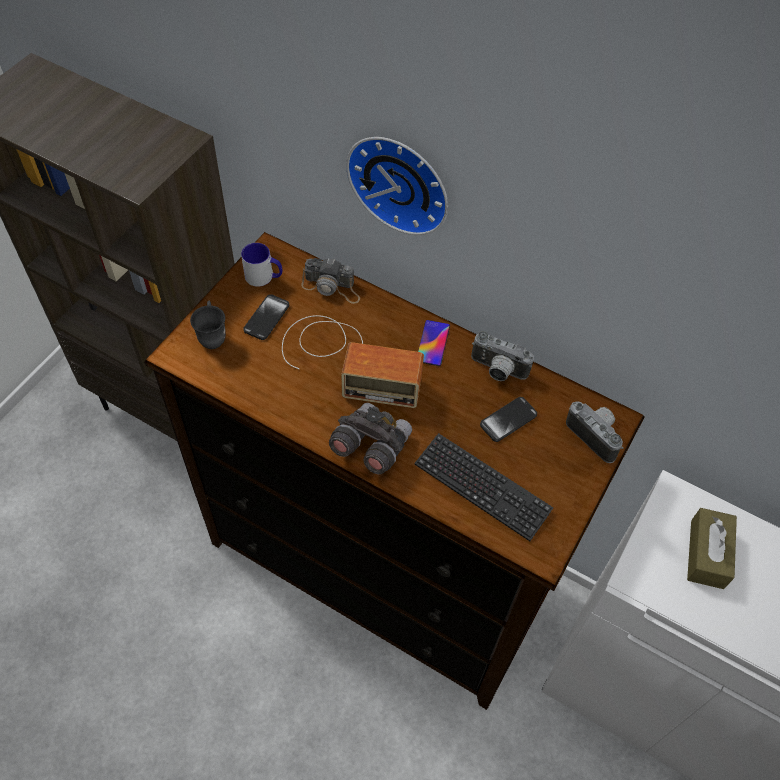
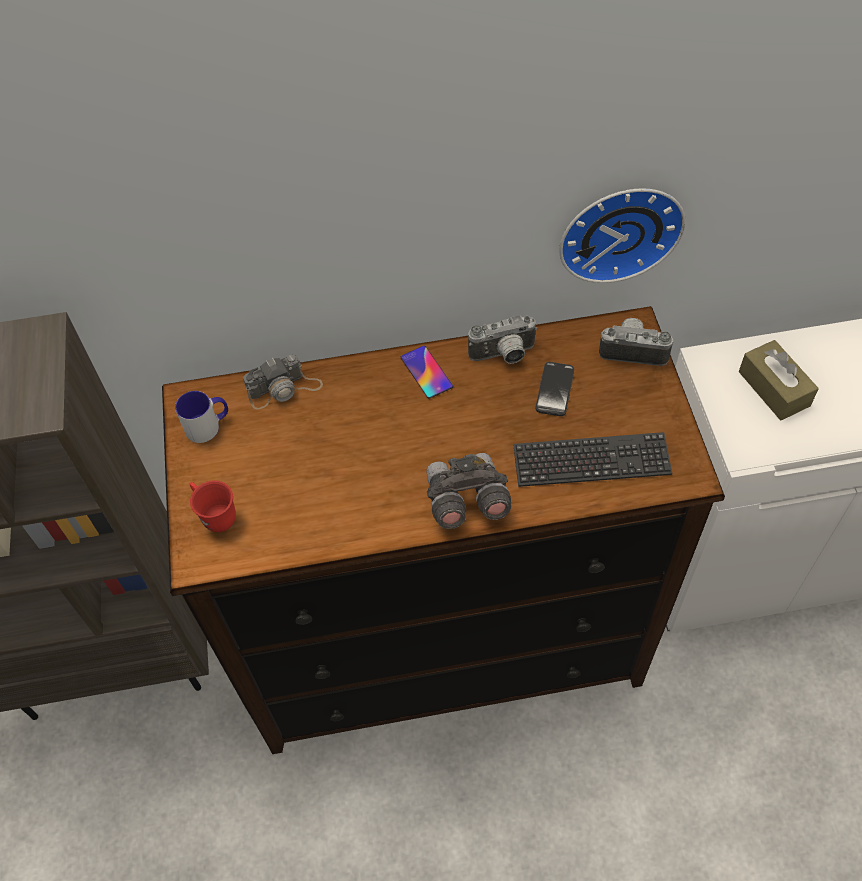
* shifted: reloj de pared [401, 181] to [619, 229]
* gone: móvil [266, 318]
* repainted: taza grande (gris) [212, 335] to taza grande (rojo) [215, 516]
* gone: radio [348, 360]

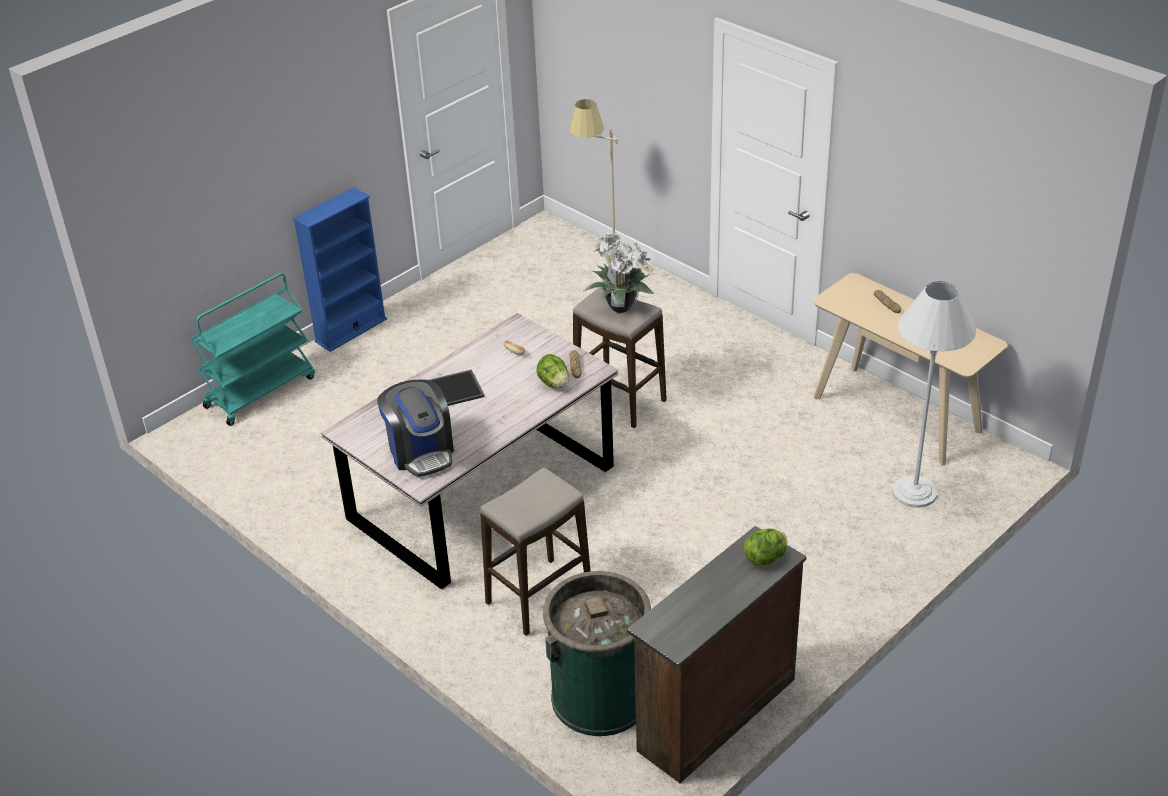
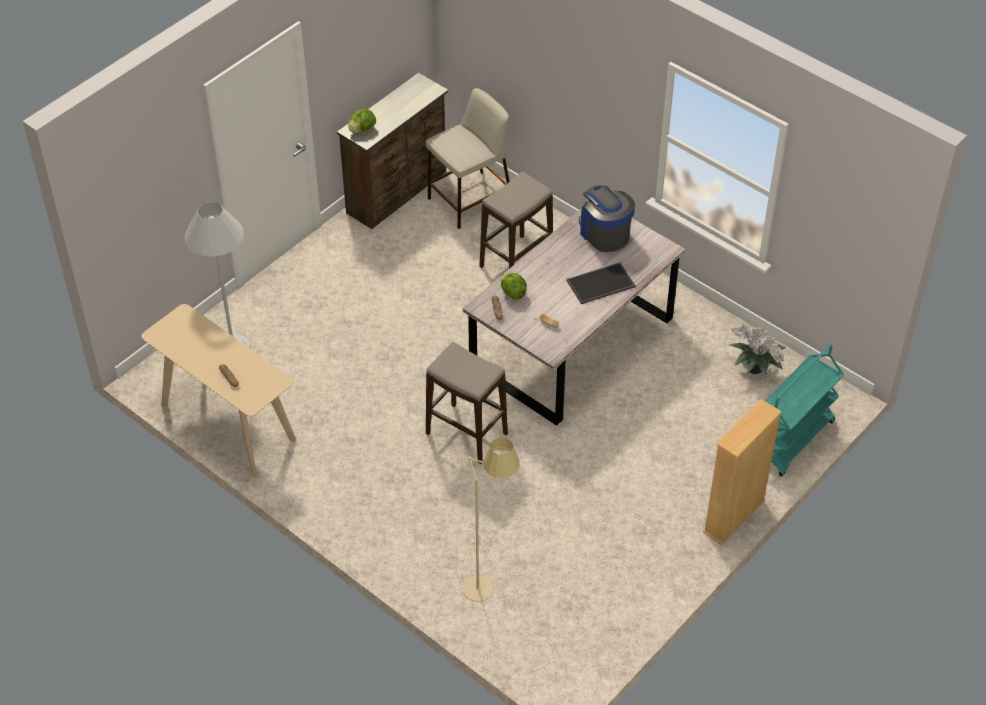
* repainted: estantería (azul) [351, 330] to estantería (beis) [734, 516]
* shifted: planta en maceta [619, 306] to [755, 370]
* swapped: papelera (verde) [600, 696] to taburete (beis) [469, 200]

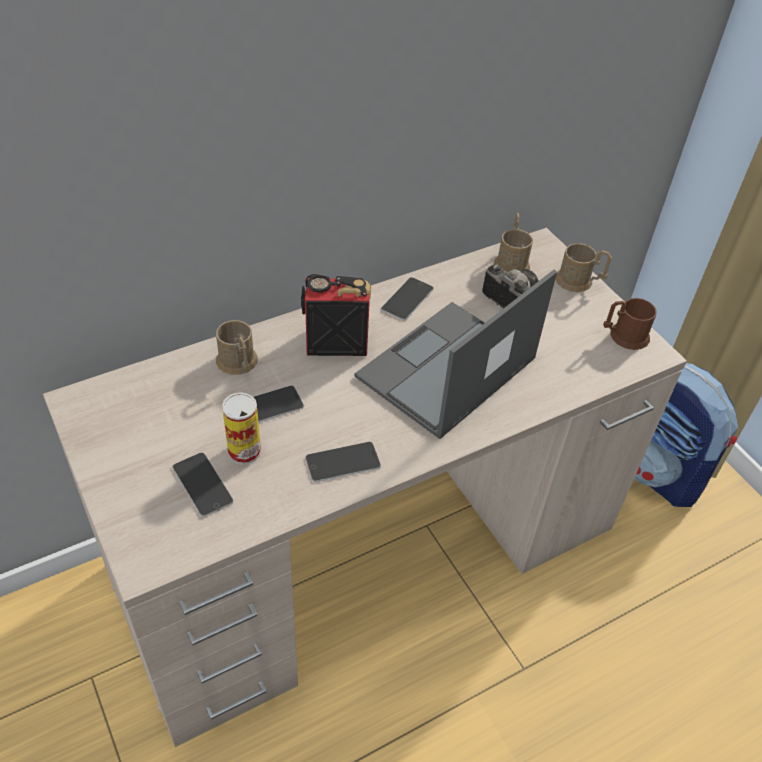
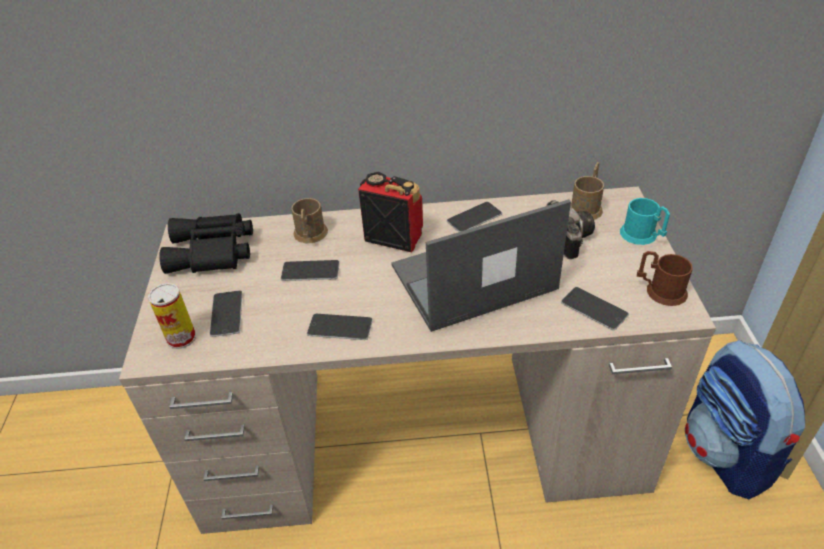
* repainted: taza grande (marrón) [579, 282] to taza grande (turquesa) [642, 236]
* shifted: lata [244, 451] to [181, 338]
* new: prismáticos (negro) [212, 252]
* new: móvil [594, 308]

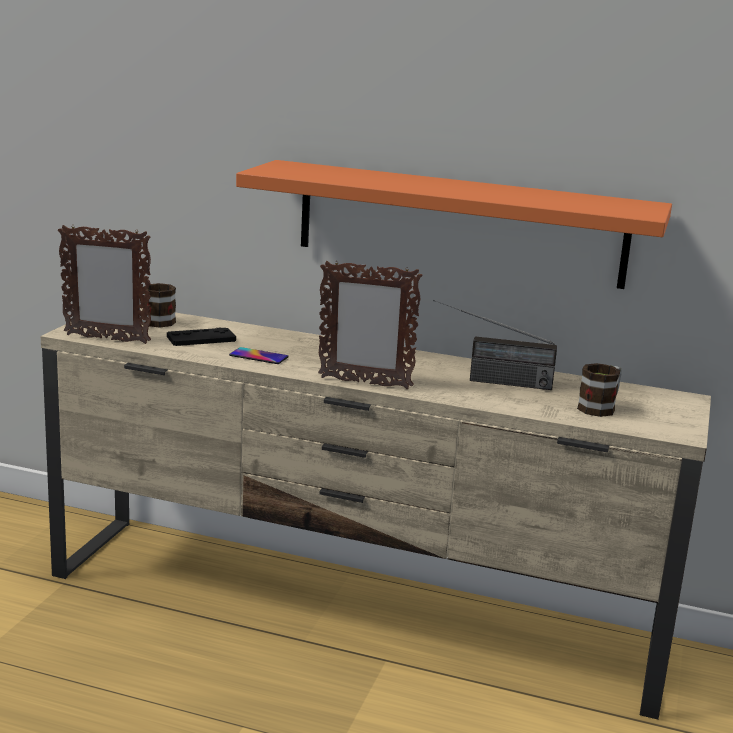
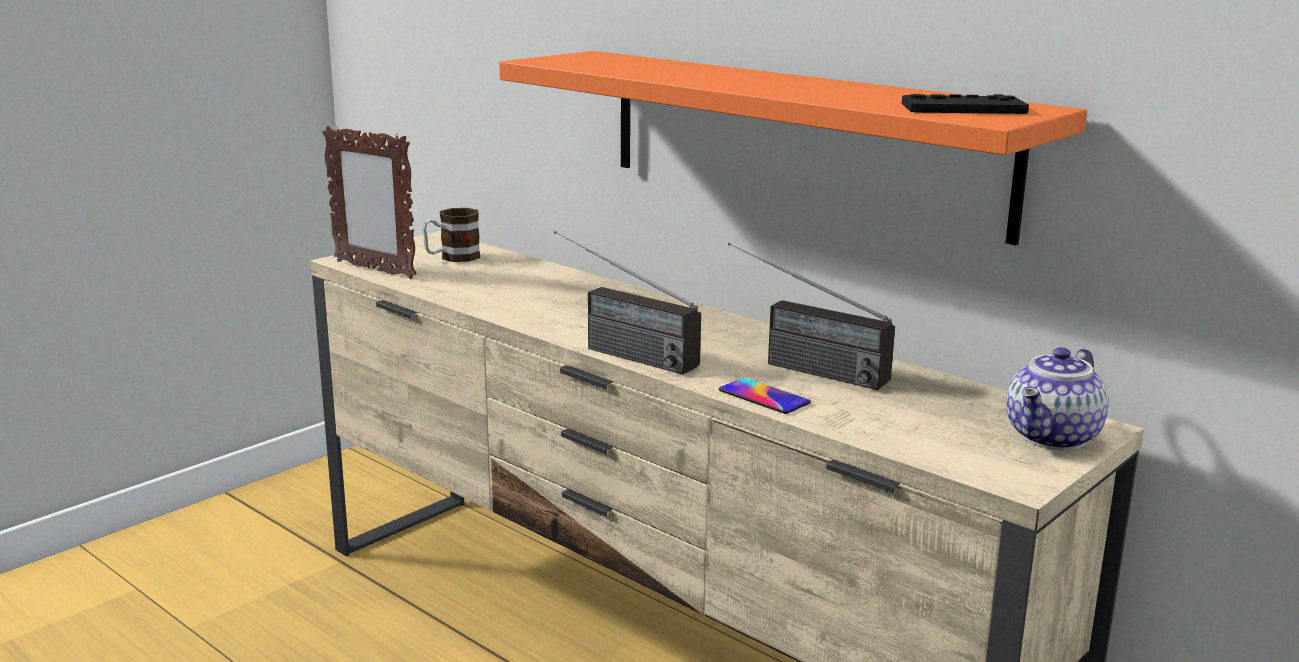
* swapped: portarretratos [364, 383] to radio [615, 351]
* shifted: mando de consola (negro) [201, 338] to [963, 108]
* shifted: móvil [259, 356] to [764, 397]
* gone: taza grande [600, 407]
* new: tetera [1054, 438]

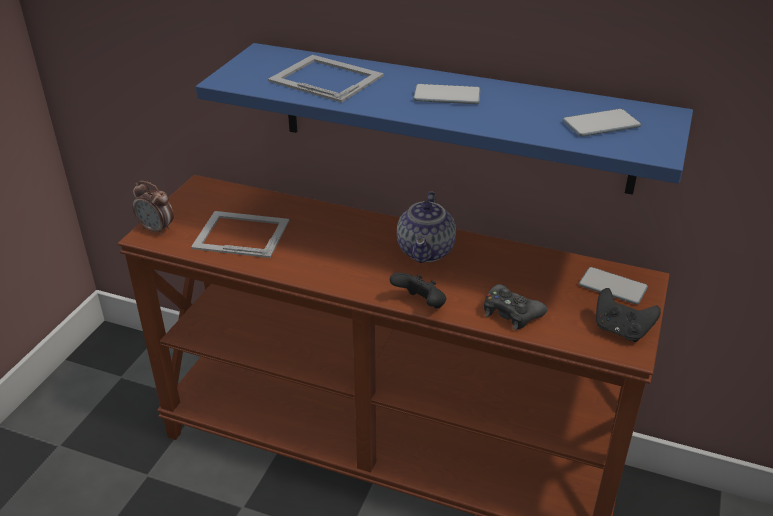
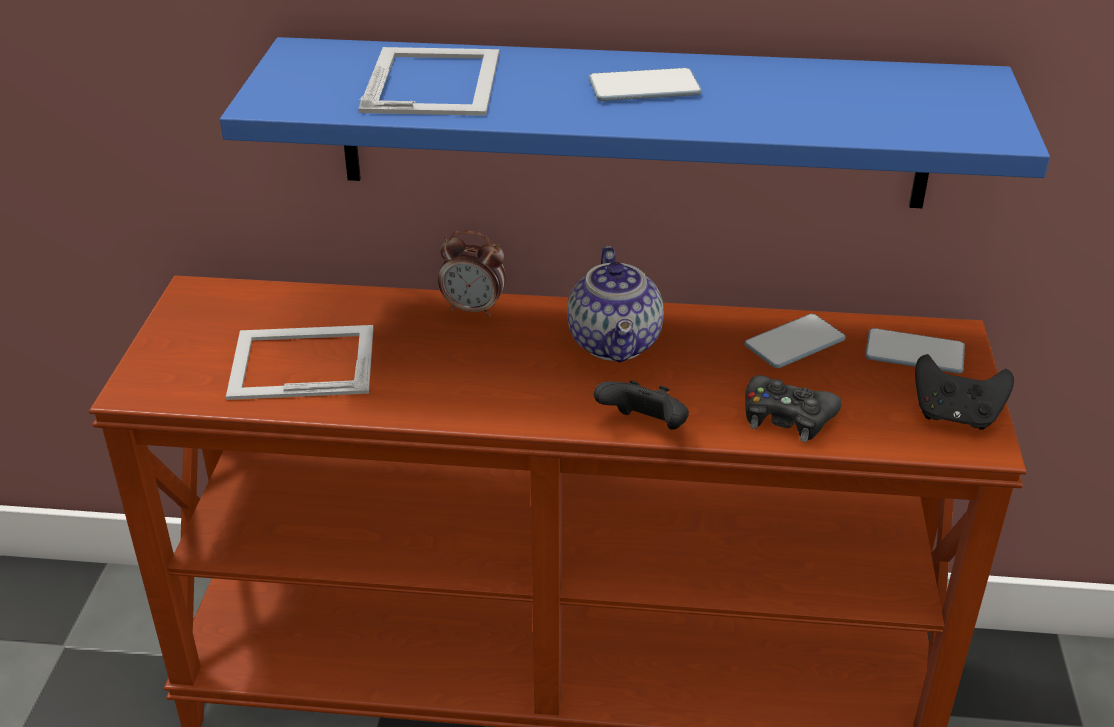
* rotated: portarretratos [325, 78] = [434, 80] 75 degrees clockwise
* shifted: móvil [601, 124] to [794, 343]
* shifted: despertador [157, 229] to [473, 309]

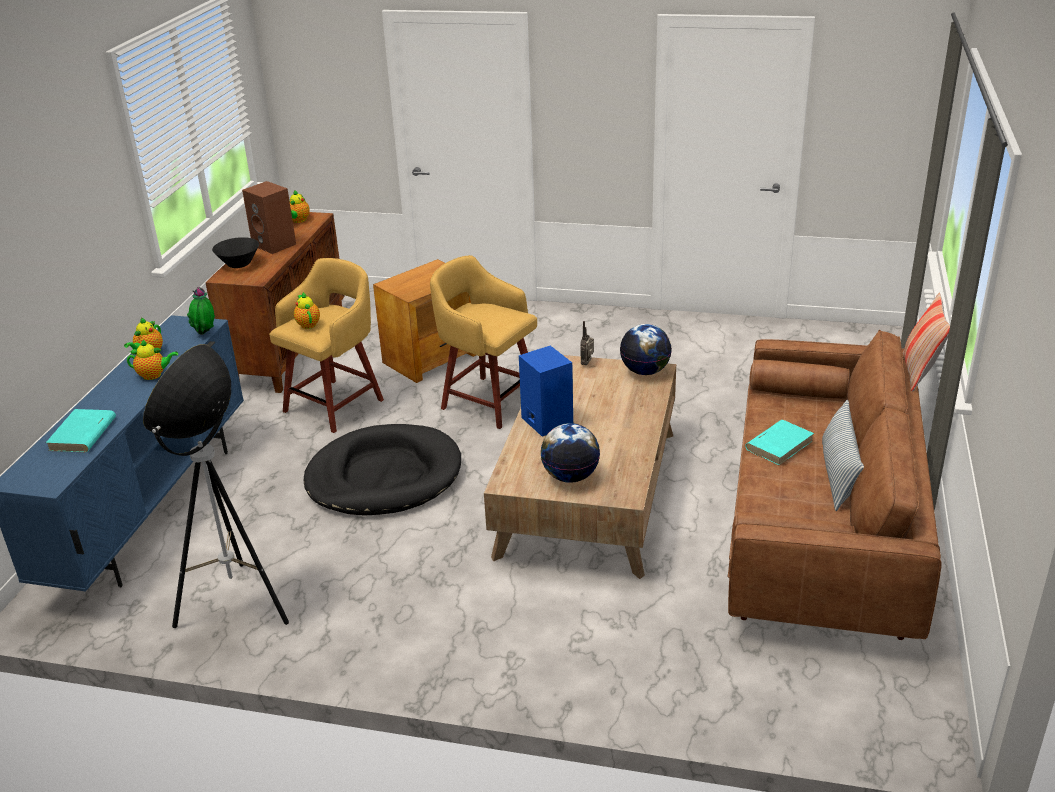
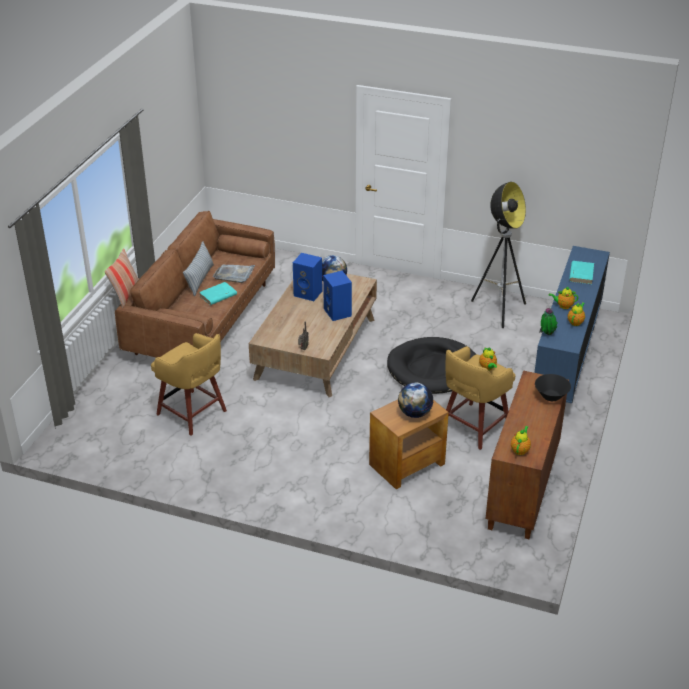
* gone: altavoz (marrón) [275, 245]
* shifted: taburete (amarillo) [488, 401] to [193, 414]
* shifted: globo terráqueo [645, 371] to [414, 413]
* new: altavoz (azul) [309, 293]
* new: bandeja (gris) [234, 274]

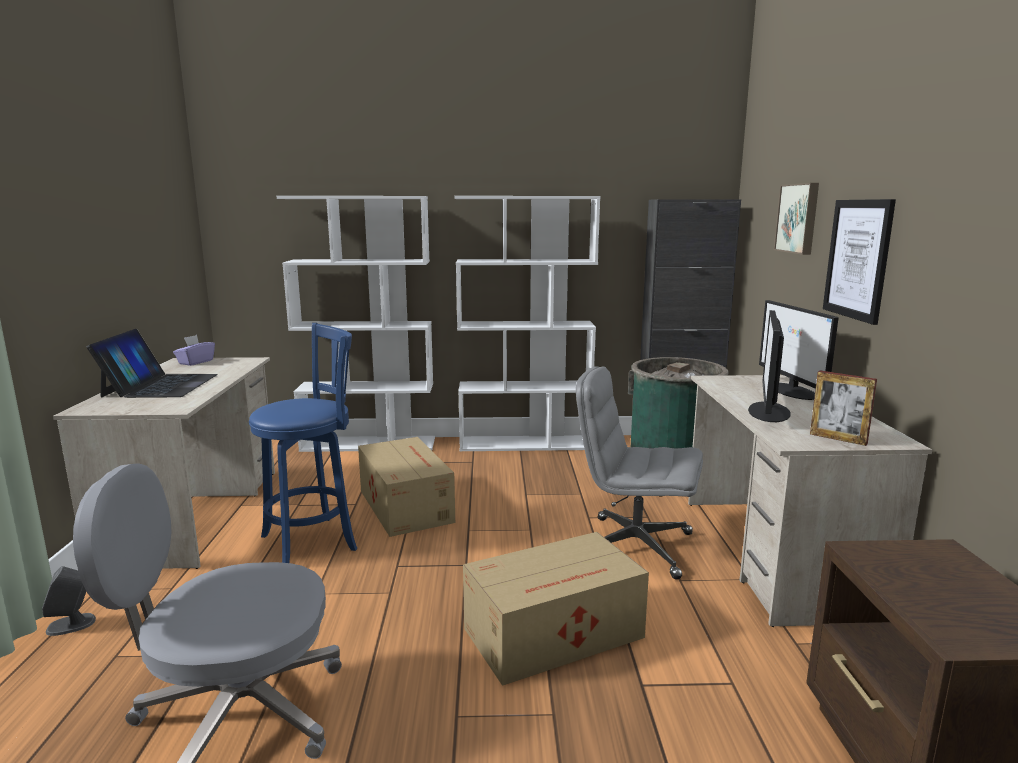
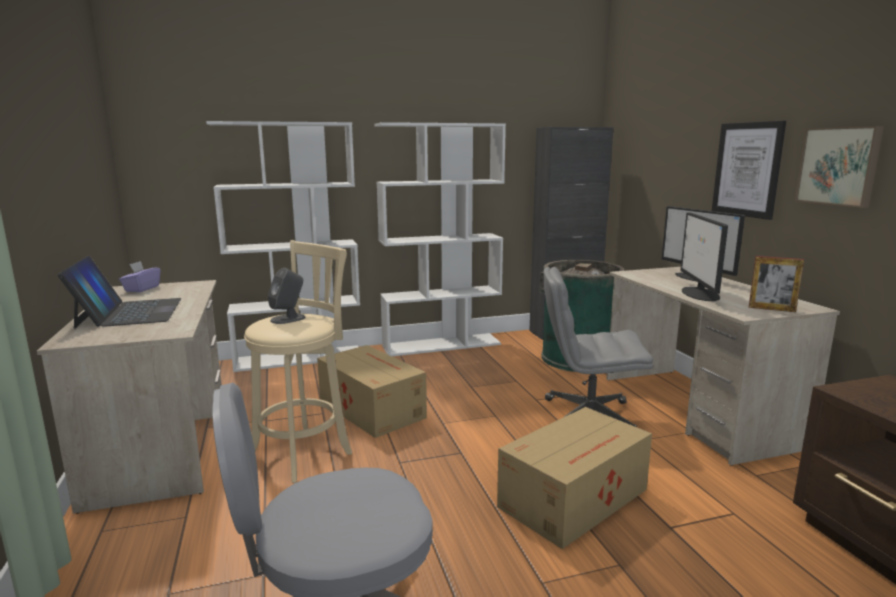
* shifted: cuadro [799, 218] to [839, 166]
* repainted: taburete (azul) [314, 541] to taburete (beis) [305, 451]
* shifted: altavoz (gris) [72, 624] to [288, 319]

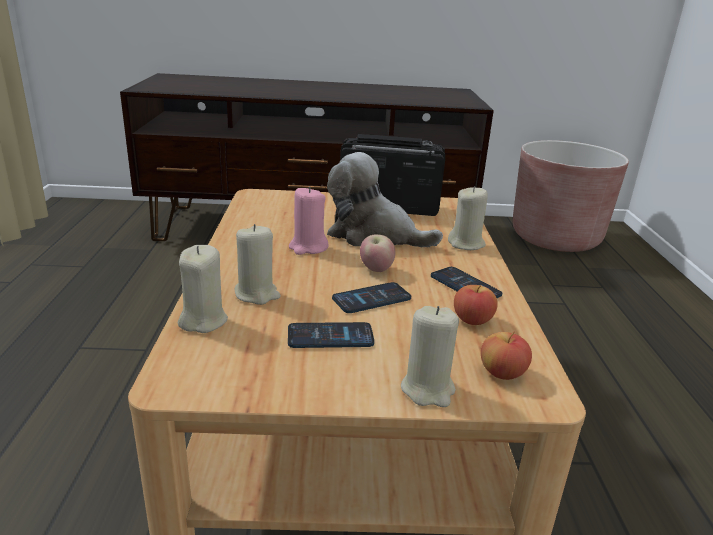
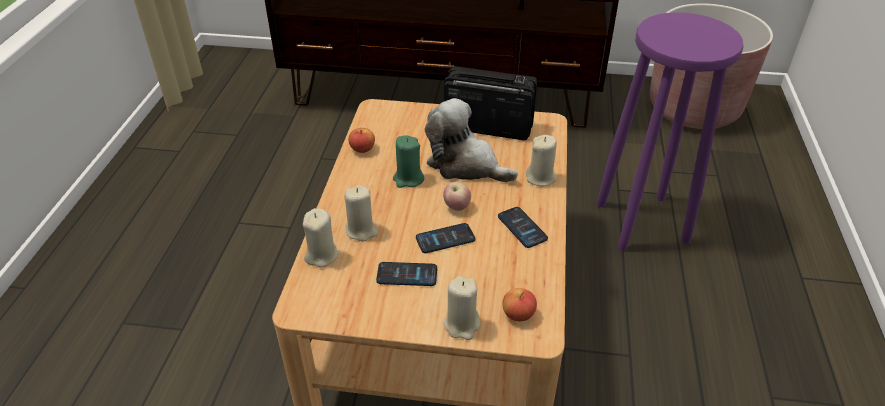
* repainted: vela (rosa) [308, 247] to vela (verde) [408, 179]
* shifted: manzana [472, 320] to [362, 149]
* new: taburete (morado) [641, 221]

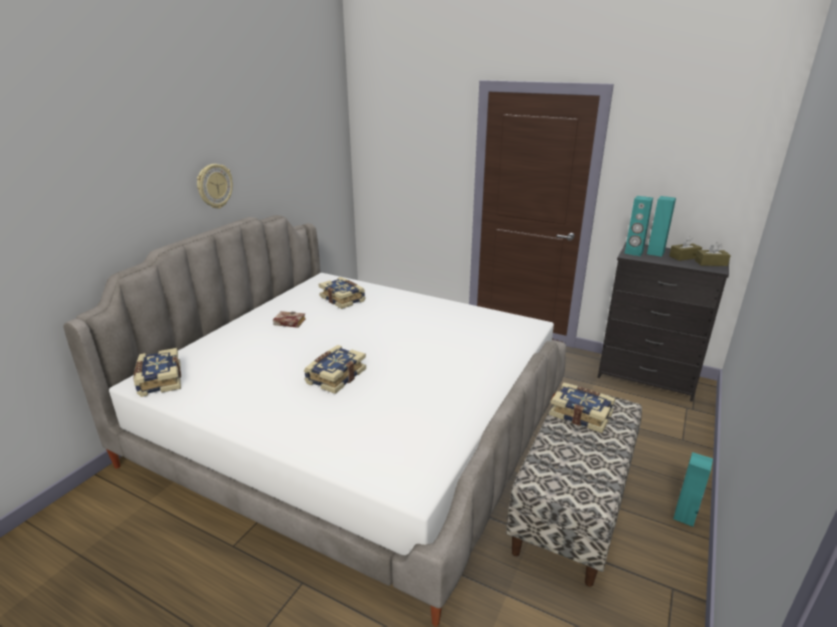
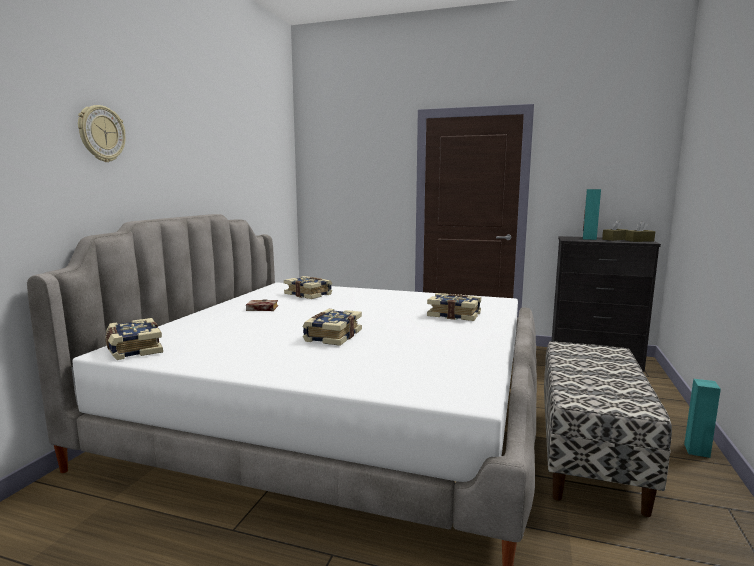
* shifted: reloj de pared [214, 186] to [101, 134]
* gone: altavoz (turquesa) [633, 252]
* shifted: libro [581, 414] to [454, 315]

